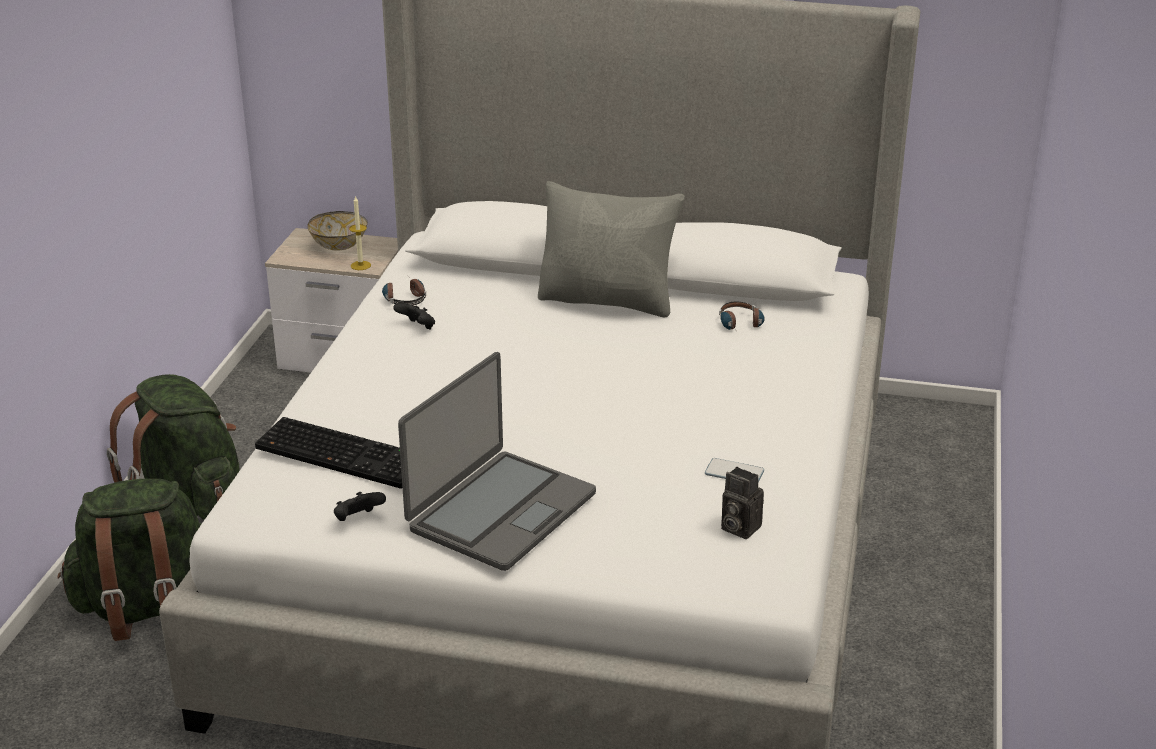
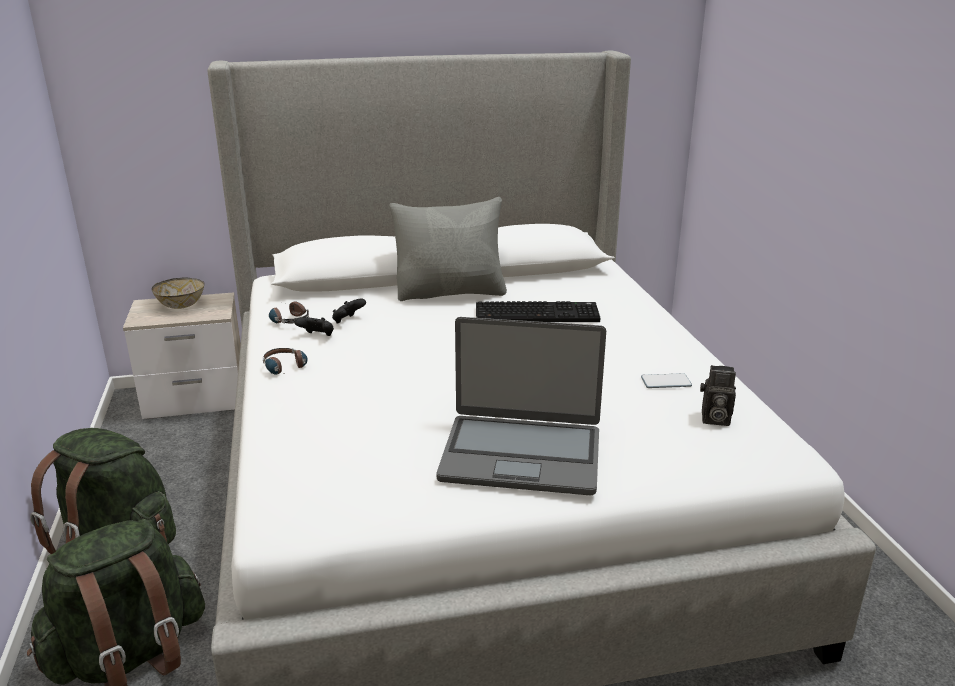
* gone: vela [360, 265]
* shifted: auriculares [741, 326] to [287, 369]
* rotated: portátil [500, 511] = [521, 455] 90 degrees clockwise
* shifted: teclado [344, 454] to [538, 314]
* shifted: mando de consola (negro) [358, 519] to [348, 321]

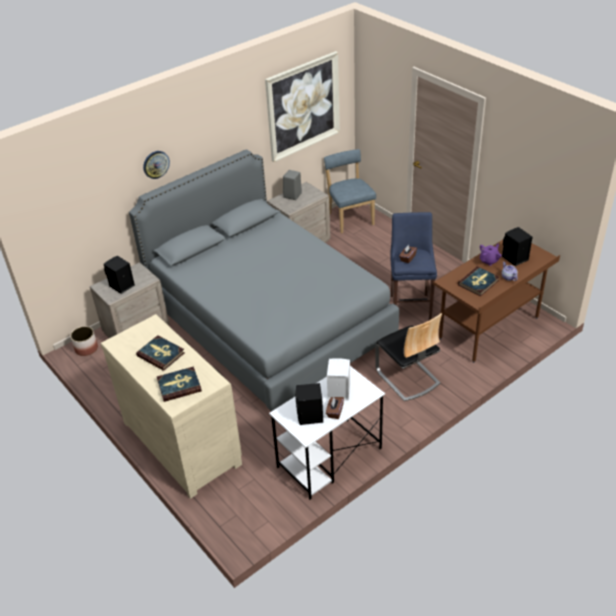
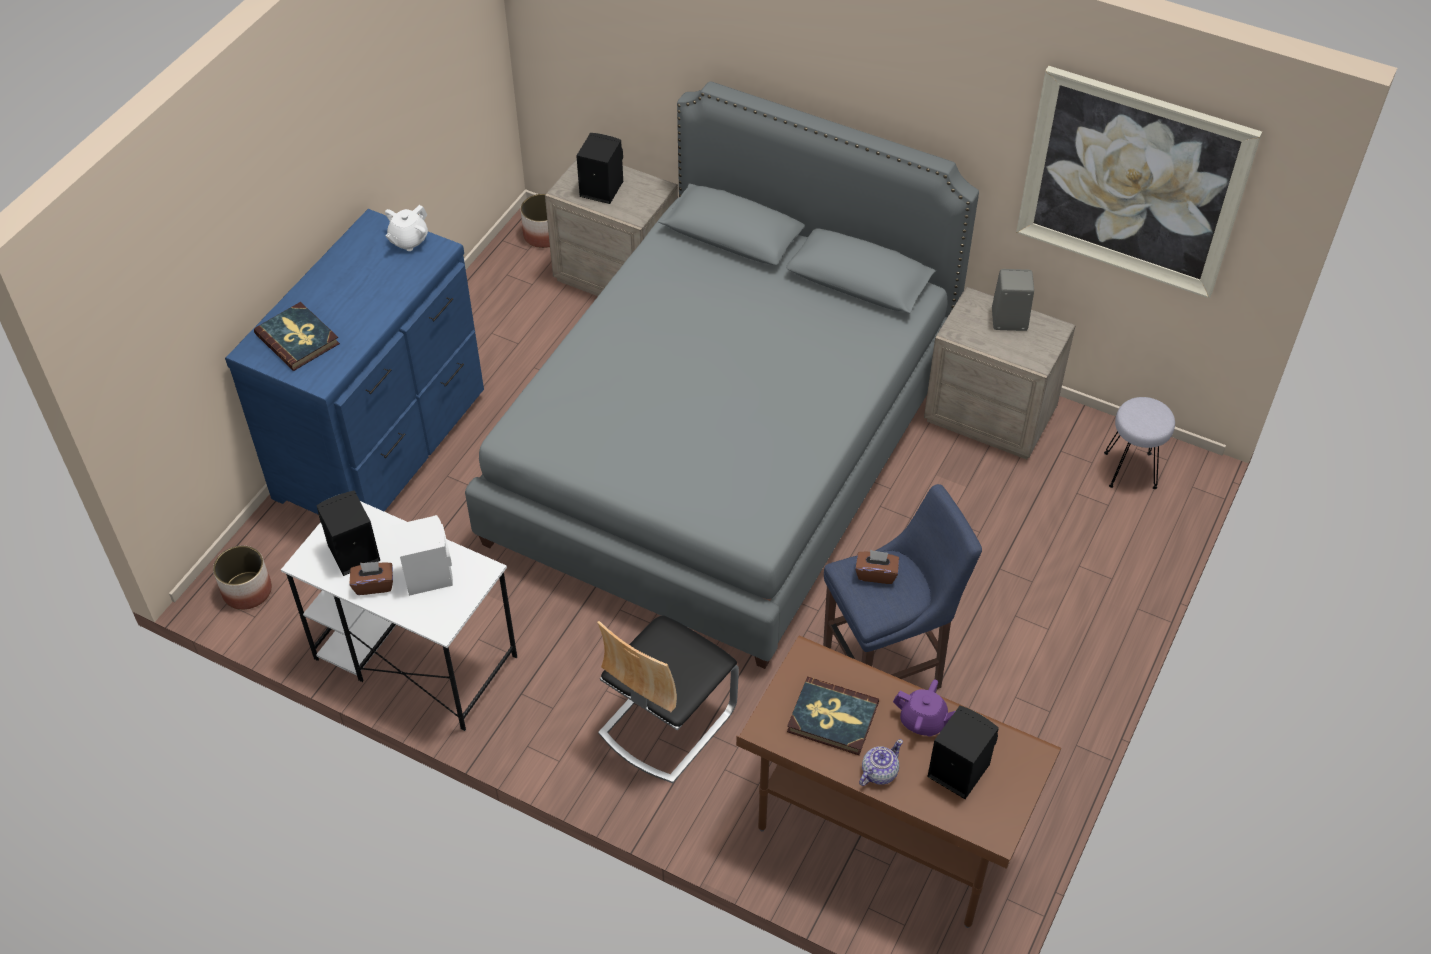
* swapped: silla (azul) [349, 218] to taburete (gris) [1131, 470]
* gone: reloj de pared [156, 164]
* repainted: cómoda (beis) [183, 441] to cómoda (azul) [384, 443]
* gone: libro [161, 354]
* new: tetera (blanco) [408, 240]
* new: maceta [247, 590]

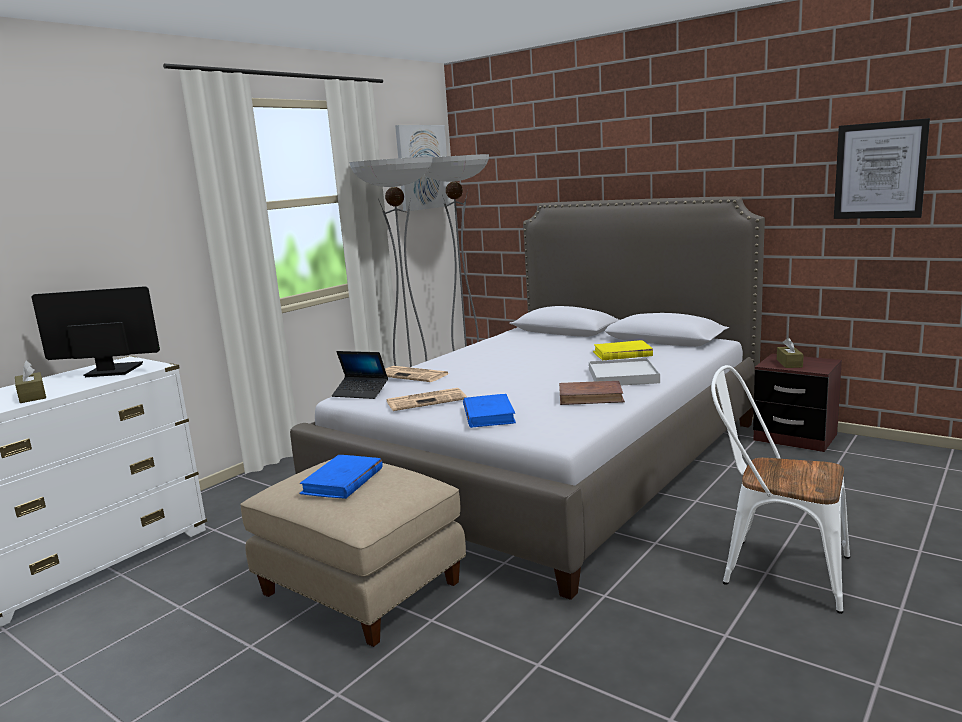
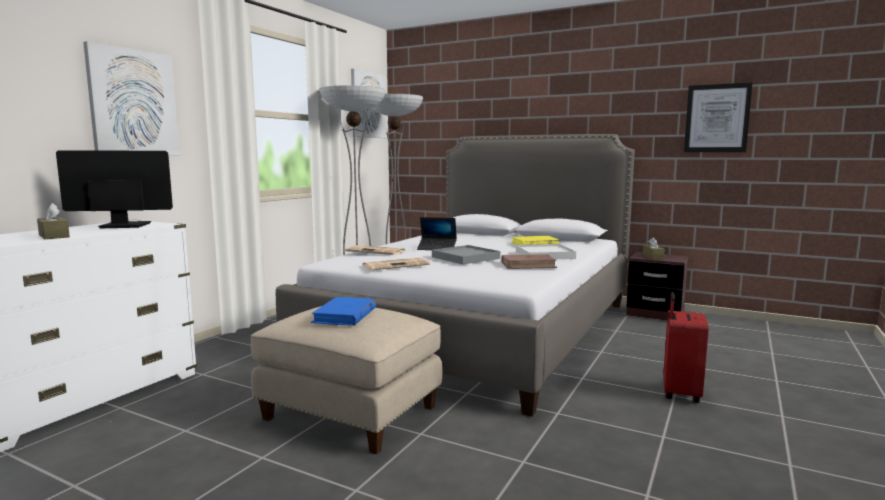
* shifted: portátil [360, 393] to [437, 248]
* swapped: silla (blanco) [774, 569] to maleta (rojo) [679, 393]
* gone: libro (azul) [488, 414]
* new: cuadro [133, 103]
* new: bandeja (gris) [465, 258]

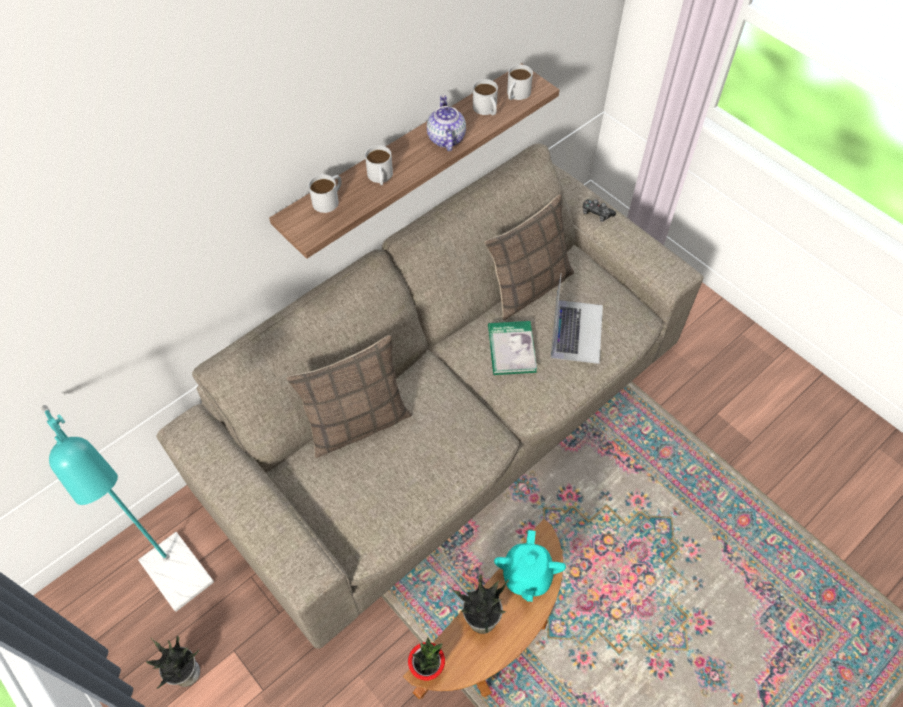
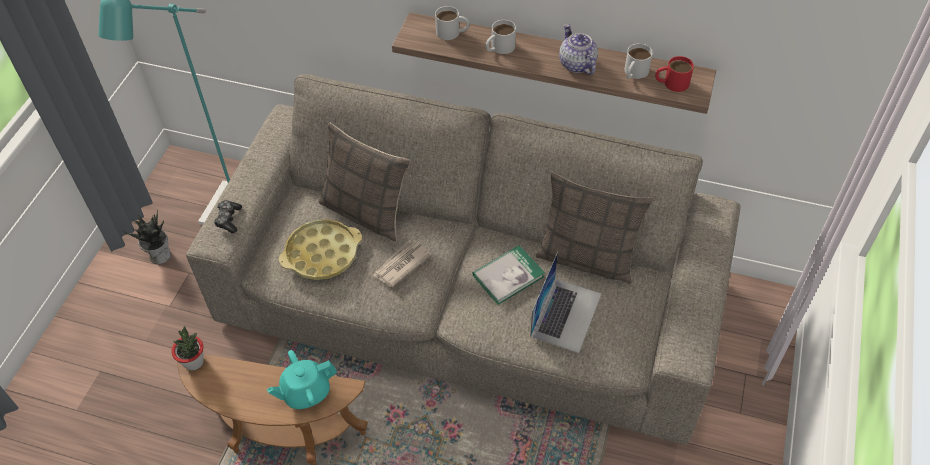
* repainted: taza grande (blanco) [516, 95] to taza grande (rojo) [671, 83]
* rotated: tetera [445, 138] = [576, 64] 75 degrees counterclockwise
* shifted: mando de consola [596, 213] to [228, 219]
* rotated: portátil [576, 331] = [566, 314] 45 degrees counterclockwise
* gone: planta en maceta [481, 619]
* new: bandeja (amarillo) [322, 254]
* new: periódico [401, 265]

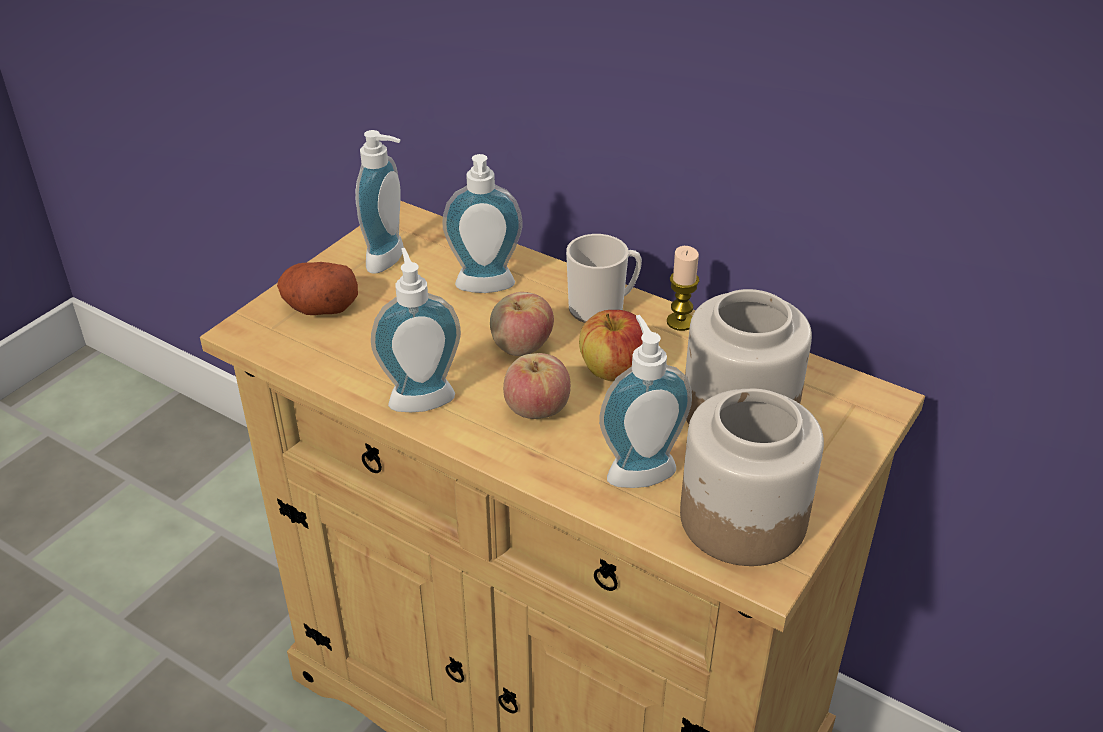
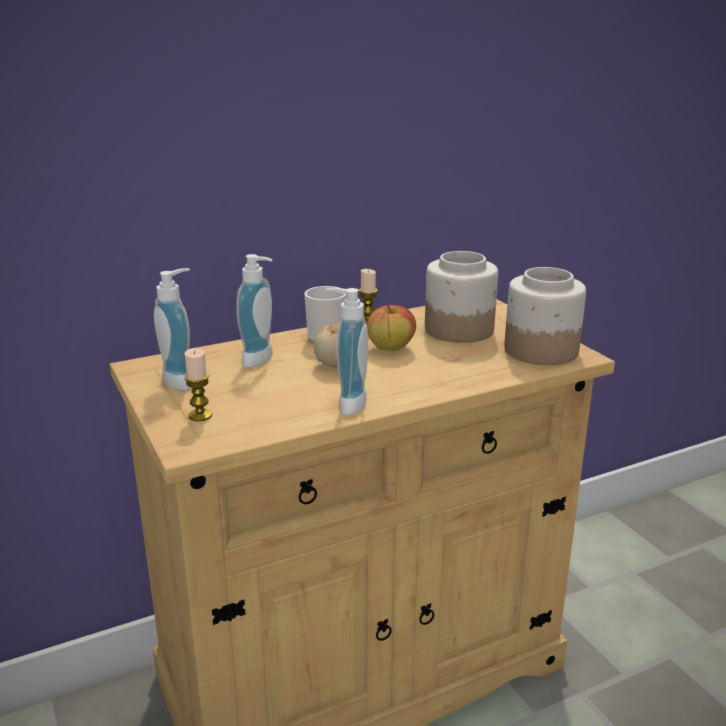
* swapped: patata [319, 307] to vela [200, 415]
* gone: dispensador de jabón [638, 469]
* gone: manzana [536, 409]

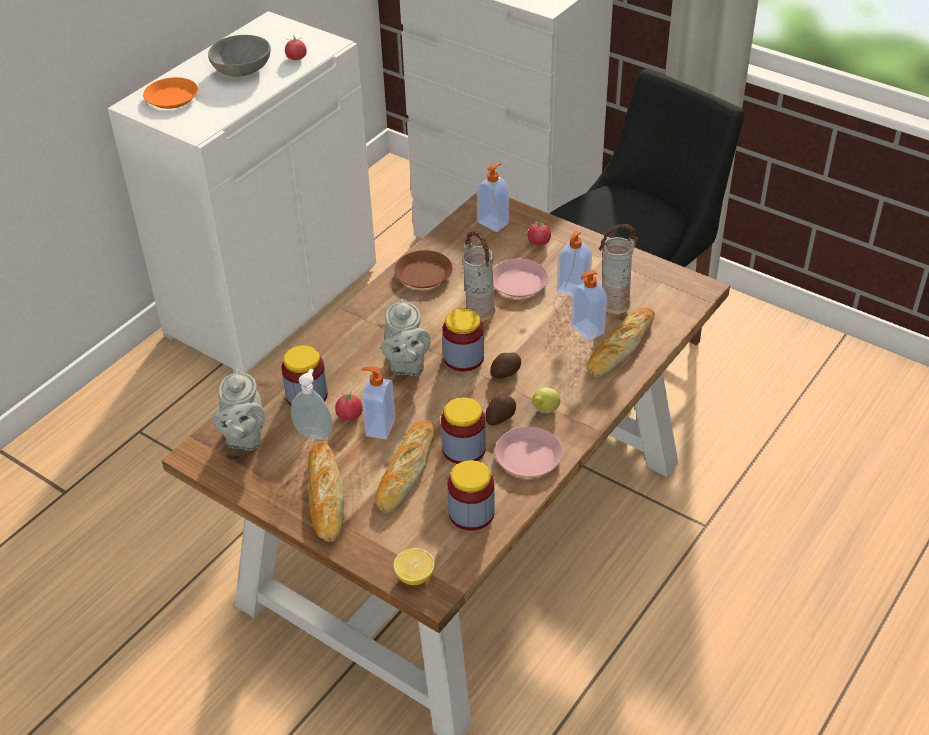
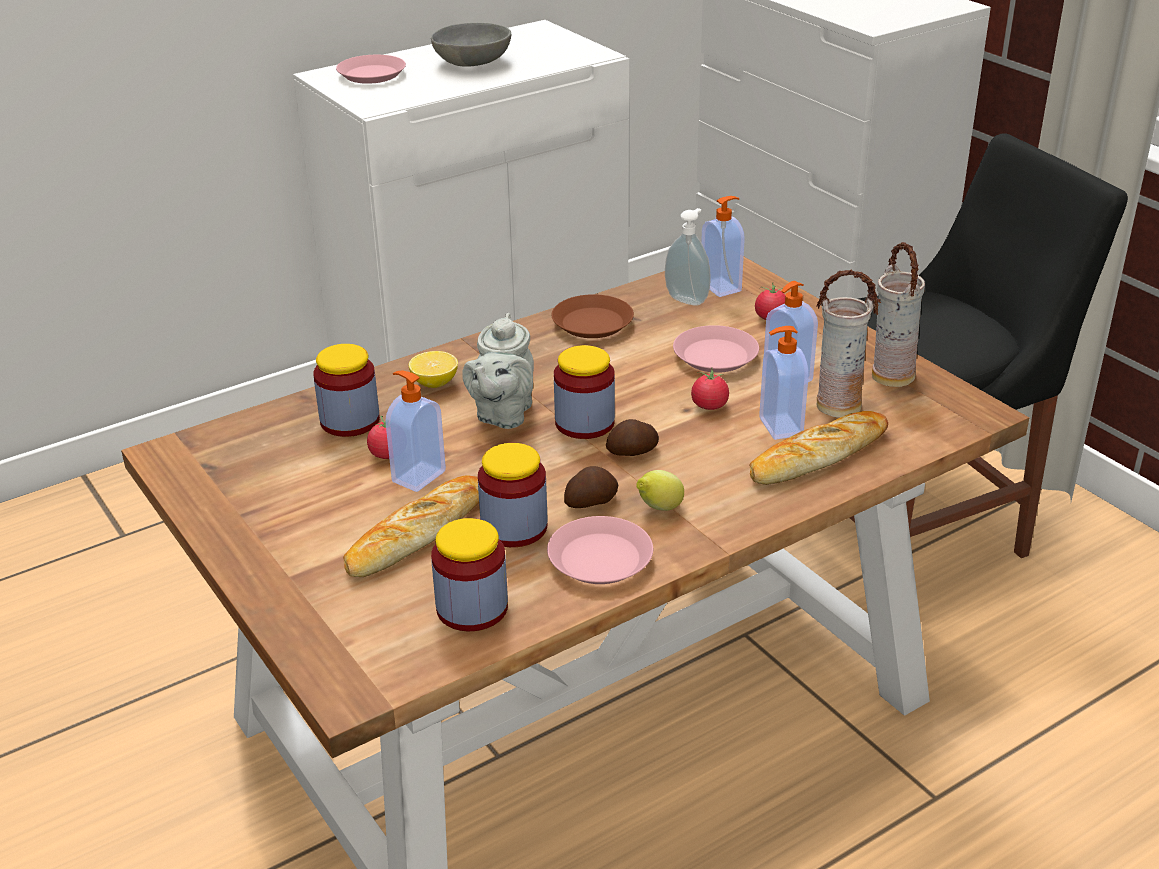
* shifted: tomate [296, 58] to [709, 406]
* repainted: plato (naranja) [171, 98] to plato (rosa) [371, 75]
* shifted: florero [479, 312] to [890, 377]
* shifted: dispensador de jabón [315, 433] to [688, 299]
* gone: tetera (gris) [244, 437]
* gone: pan [325, 496]
* shifted: limón [415, 576] to [434, 383]

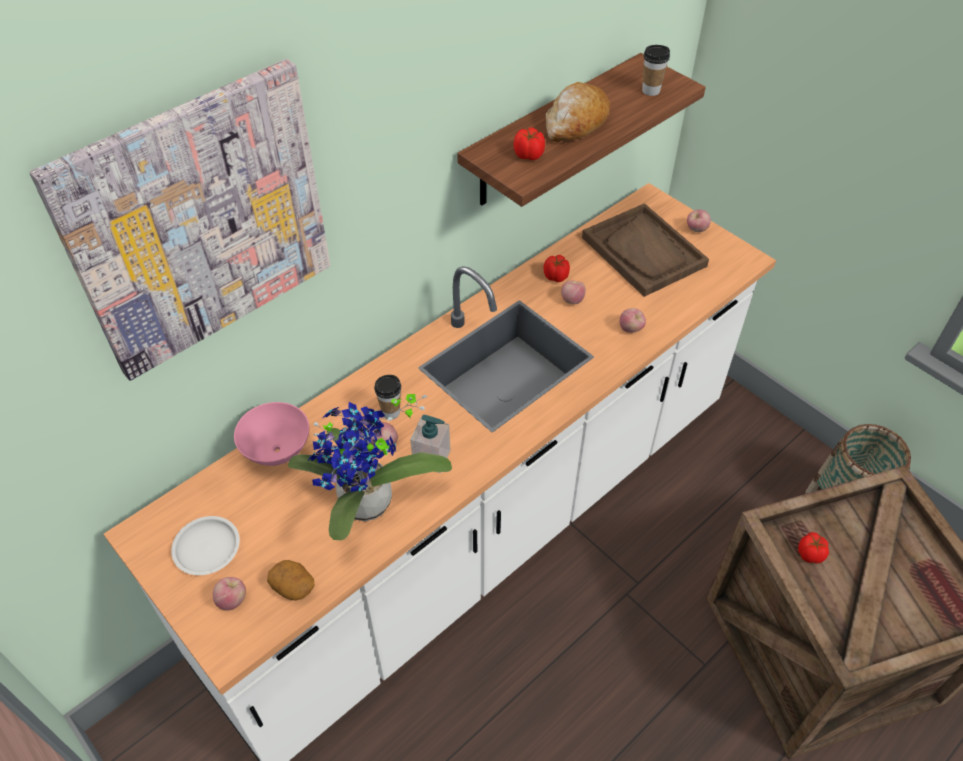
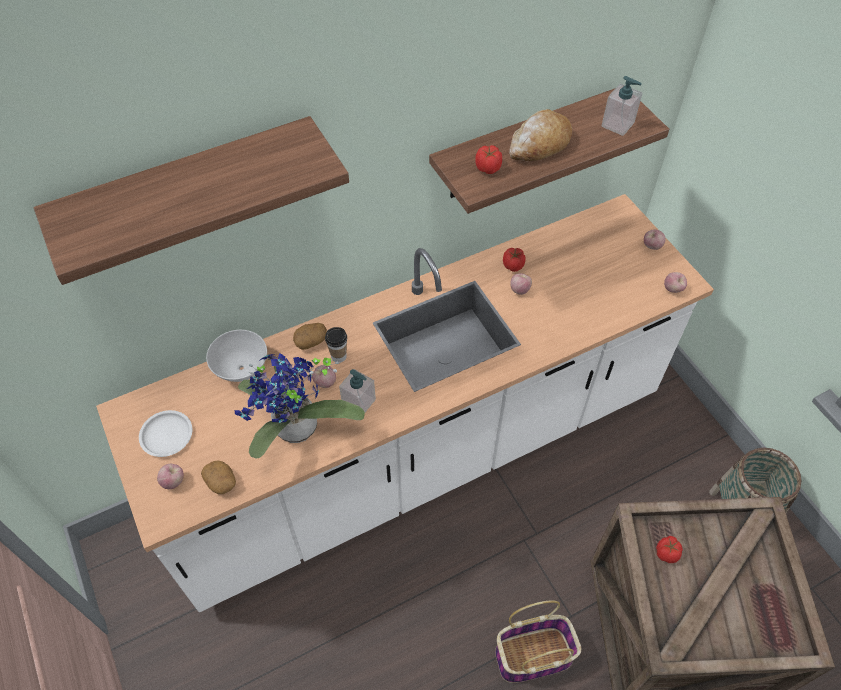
* swapped: taza [651, 91] to dispensador de jabón [618, 124]
* swapped: cuadro [200, 222] to estante [188, 190]
* gone: bandeja (marrón) [644, 252]
* shifted: manzana [631, 329] to [673, 289]
* repainted: cuenco (rosa) [277, 452] to cuenco (blanco) [241, 369]
* new: patata [311, 340]
* new: cesta [534, 655]

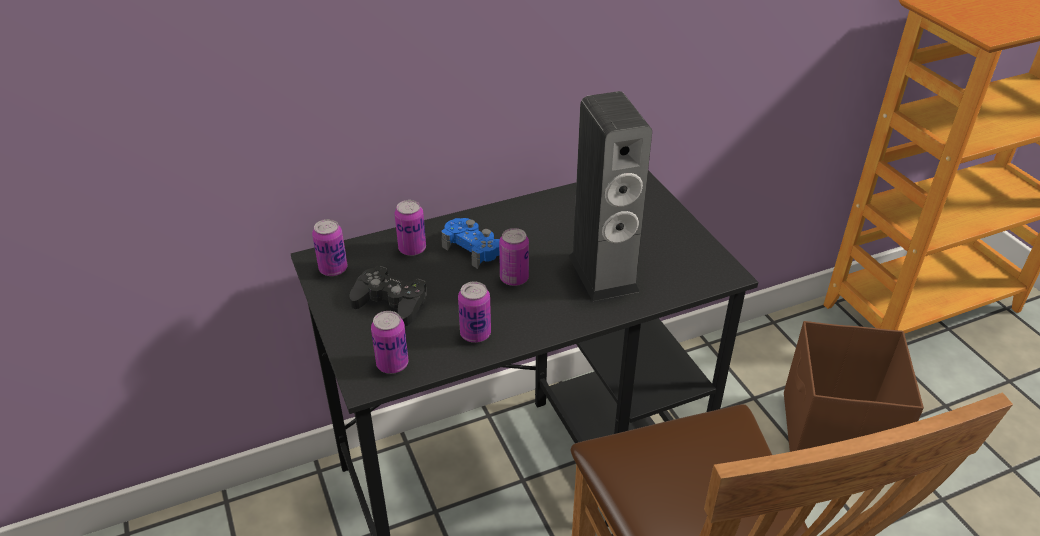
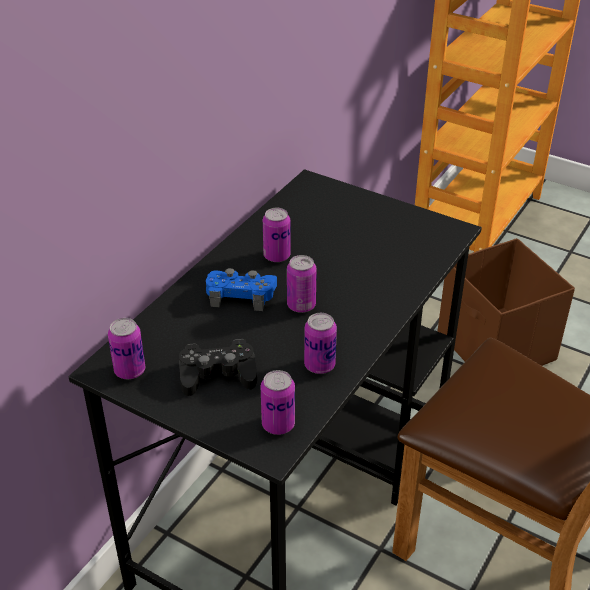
* gone: altavoz [603, 273]
* shifted: lata [412, 249] to [277, 256]

